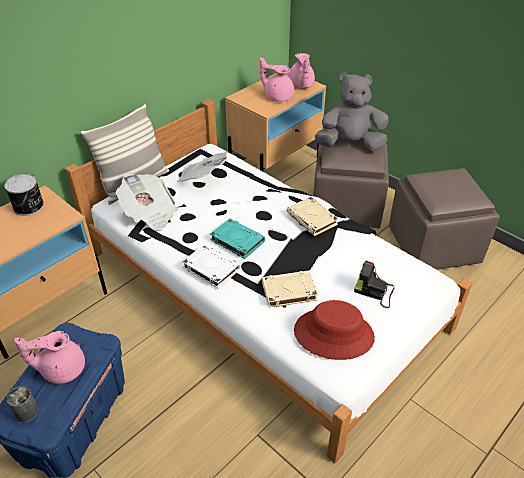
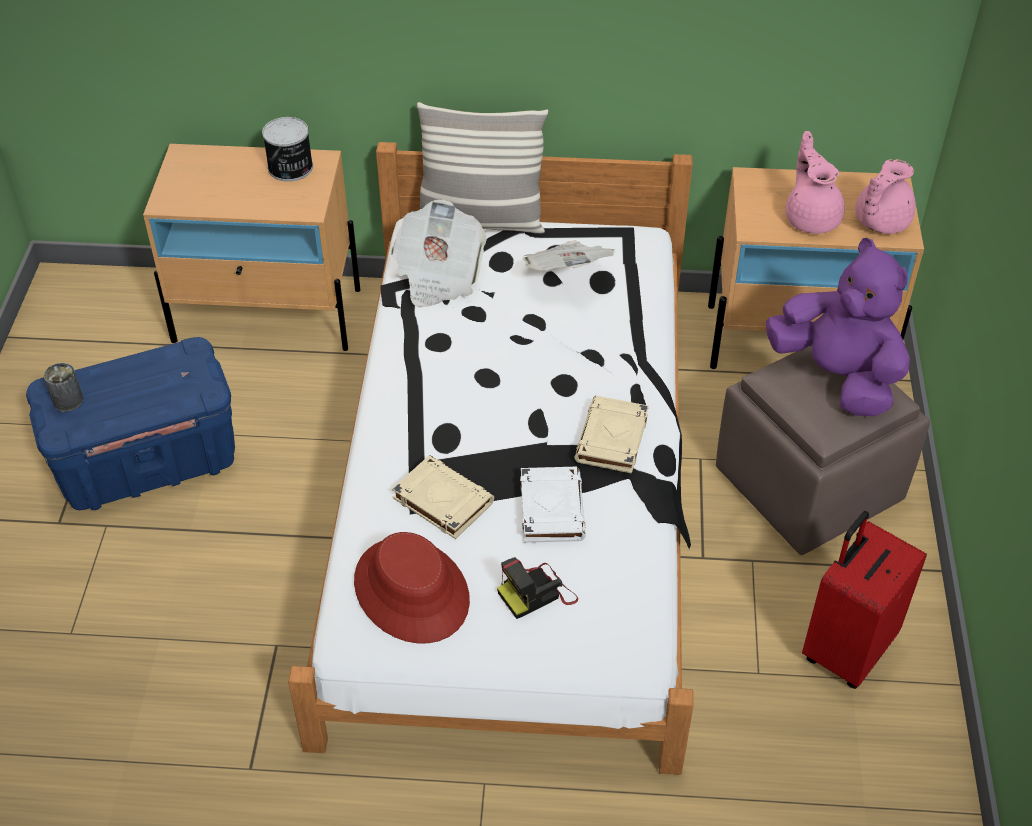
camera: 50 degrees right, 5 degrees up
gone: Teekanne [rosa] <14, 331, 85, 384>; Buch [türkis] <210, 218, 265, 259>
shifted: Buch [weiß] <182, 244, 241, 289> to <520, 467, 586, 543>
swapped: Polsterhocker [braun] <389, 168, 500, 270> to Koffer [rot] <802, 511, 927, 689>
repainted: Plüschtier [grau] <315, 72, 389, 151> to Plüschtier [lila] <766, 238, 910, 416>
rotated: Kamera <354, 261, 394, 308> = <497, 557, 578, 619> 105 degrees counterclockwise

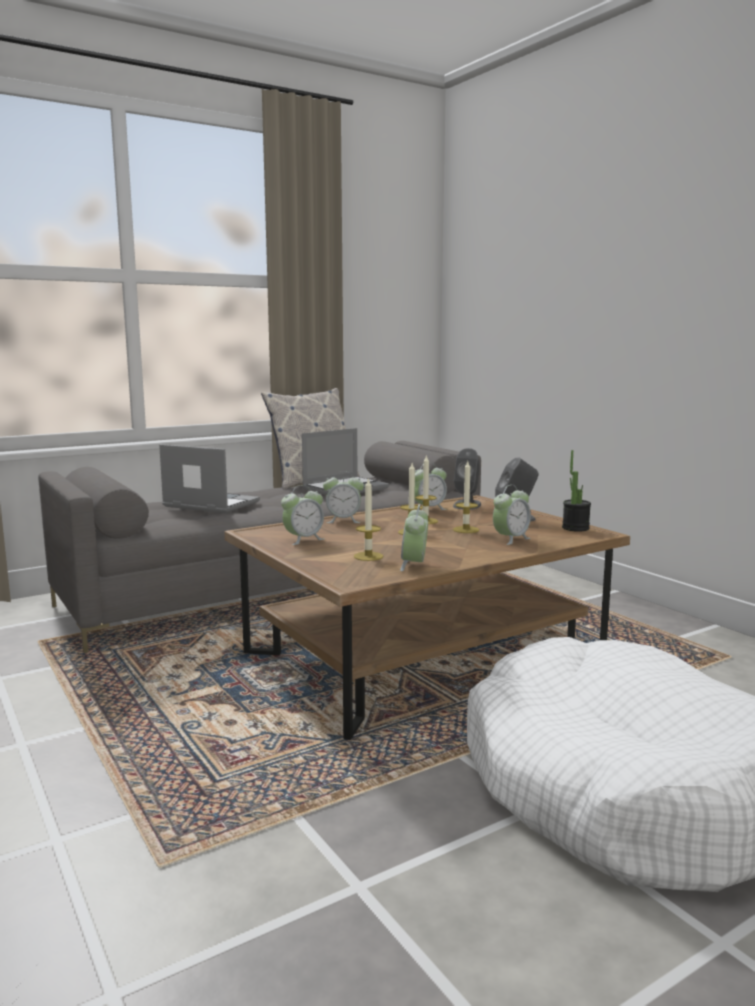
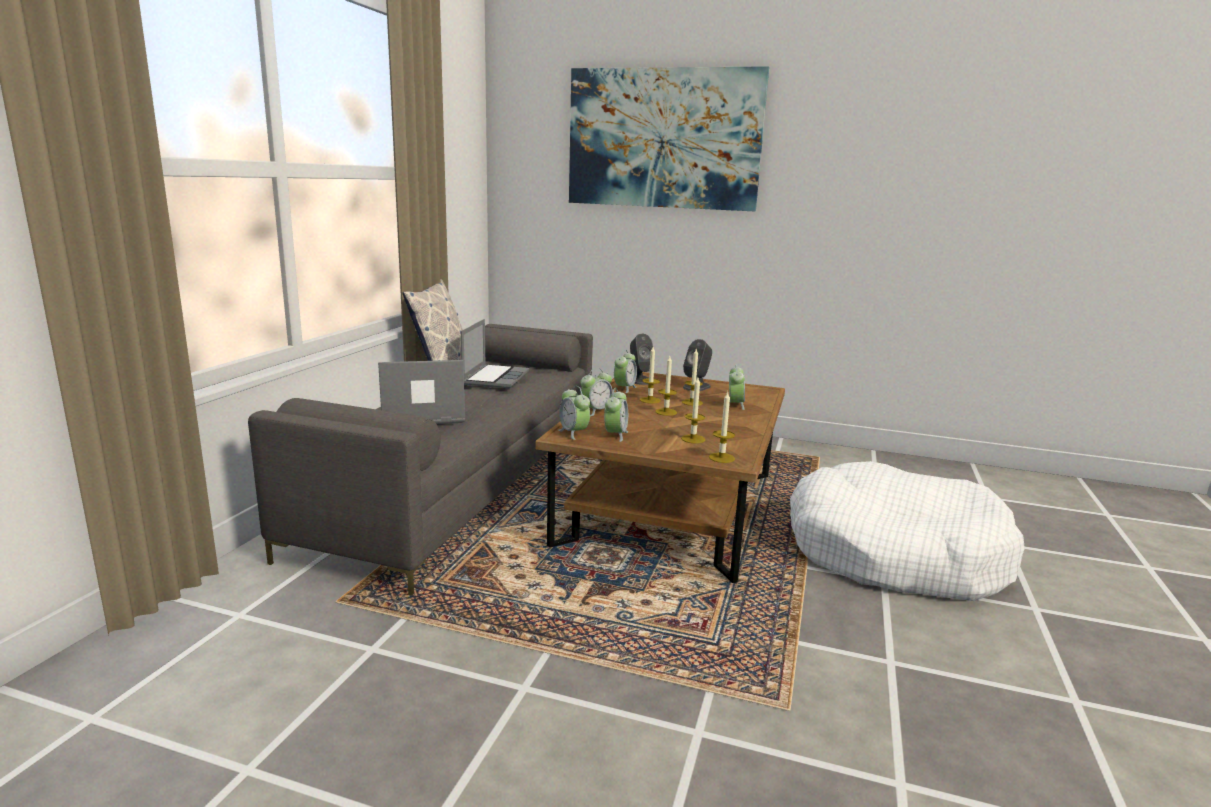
camera: 40 degrees left, 5 degrees up
gone: Topfpflanze <562, 450, 591, 532>
new: Bild <569, 66, 769, 211>; Kerze <709, 392, 735, 463>
shifted: Wecker <400, 504, 428, 571> to <558, 386, 590, 440>

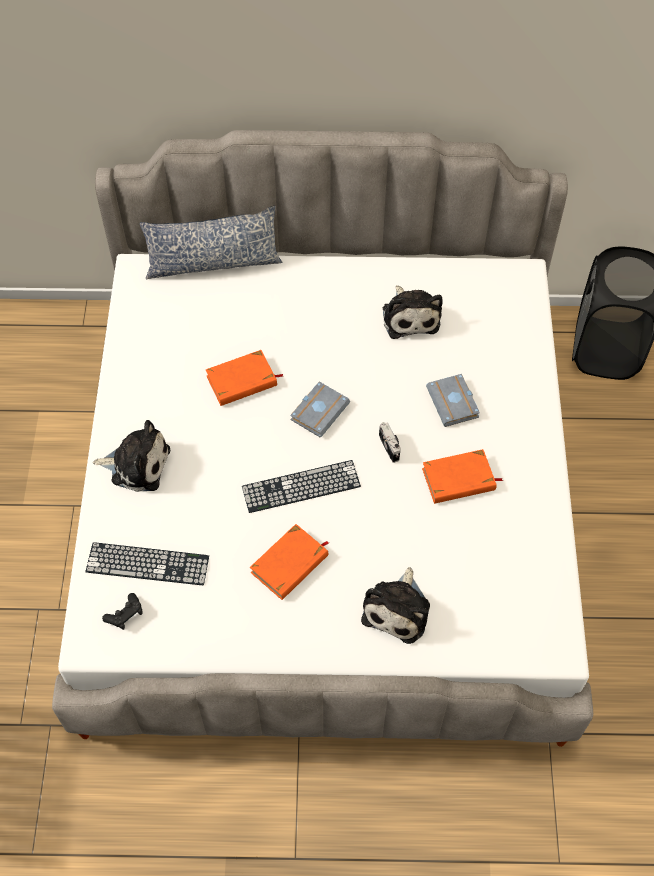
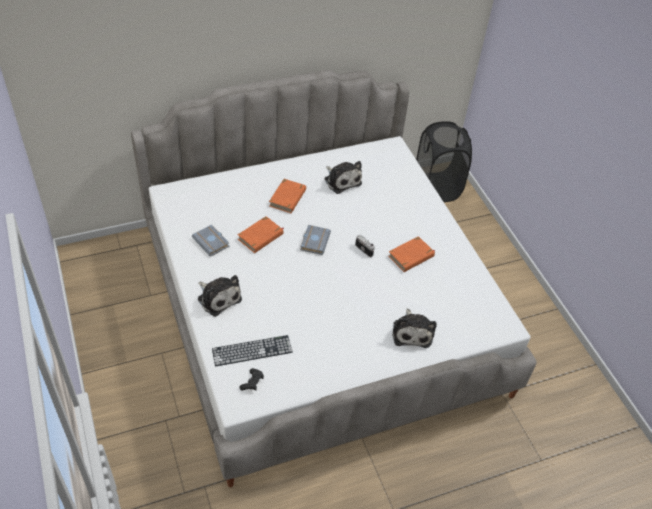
camera: 25 degrees left, 10 degrees down
gone: Kissen <140, 206, 282, 280>; Tastatur <242, 460, 361, 513>
shifted: Buch [grau] <426, 374, 480, 427> to <192, 225, 230, 257>; Buch [orange] <250, 524, 329, 600> to <269, 179, 306, 213>
rotated: Plüschtier <93, 420, 170, 492> = <198, 275, 242, 317> 60 degrees clockwise

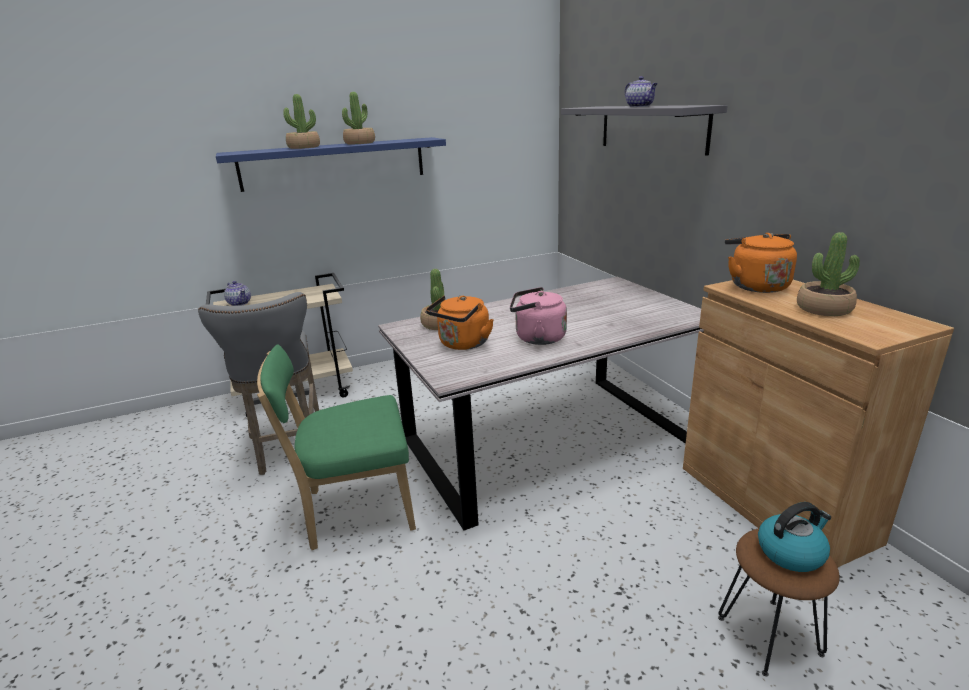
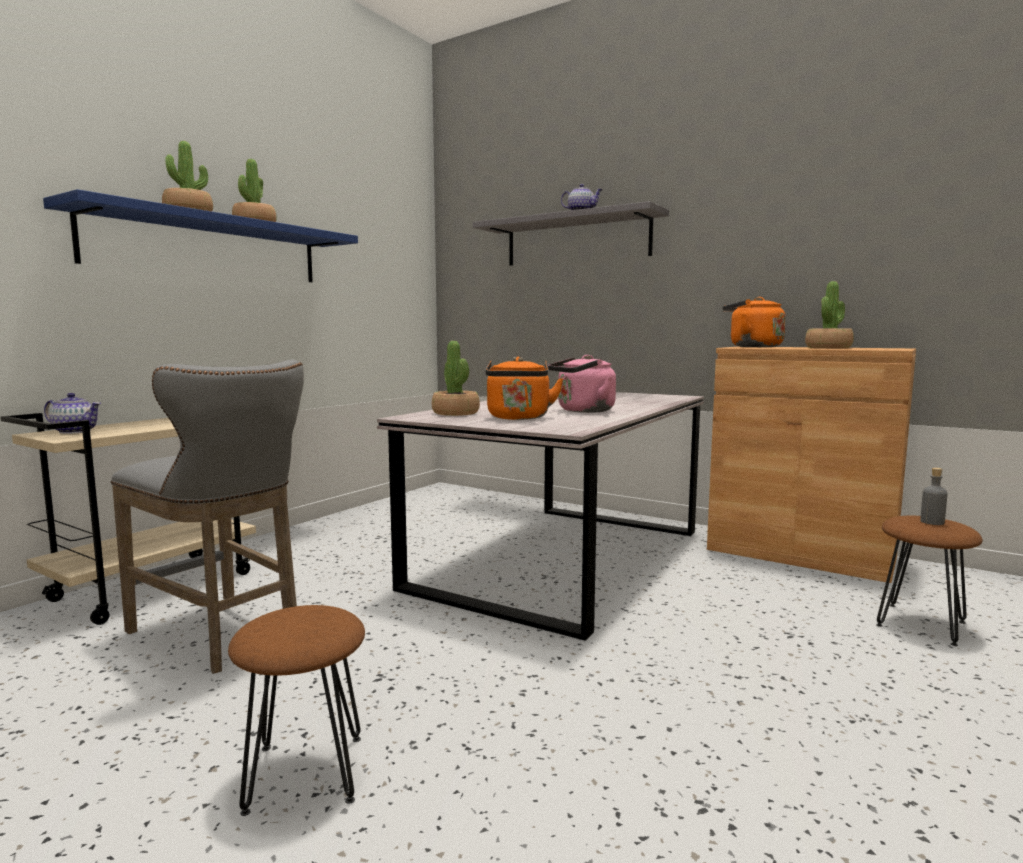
camera: 35 degrees left, 15 degrees down
gone: Stuhl [grün] <257, 344, 416, 550>
new: Hocker [braun] <228, 605, 365, 816>
swapped: Wasserkessel <758, 502, 831, 572> to Flasche [grau] <920, 468, 947, 525>

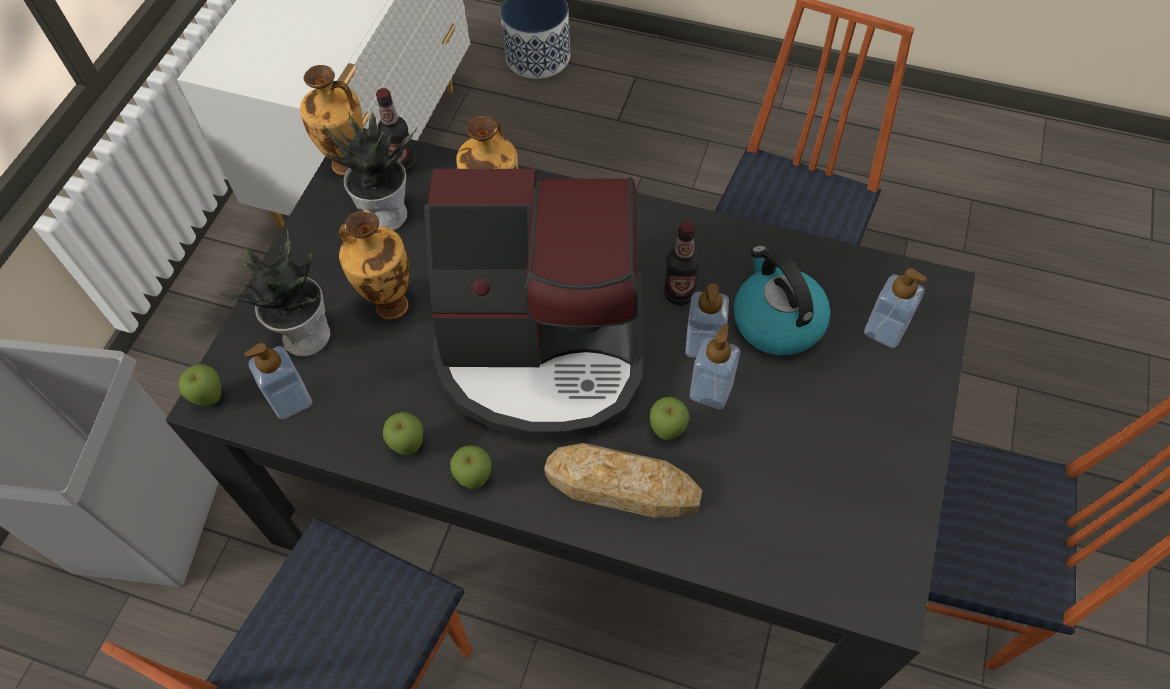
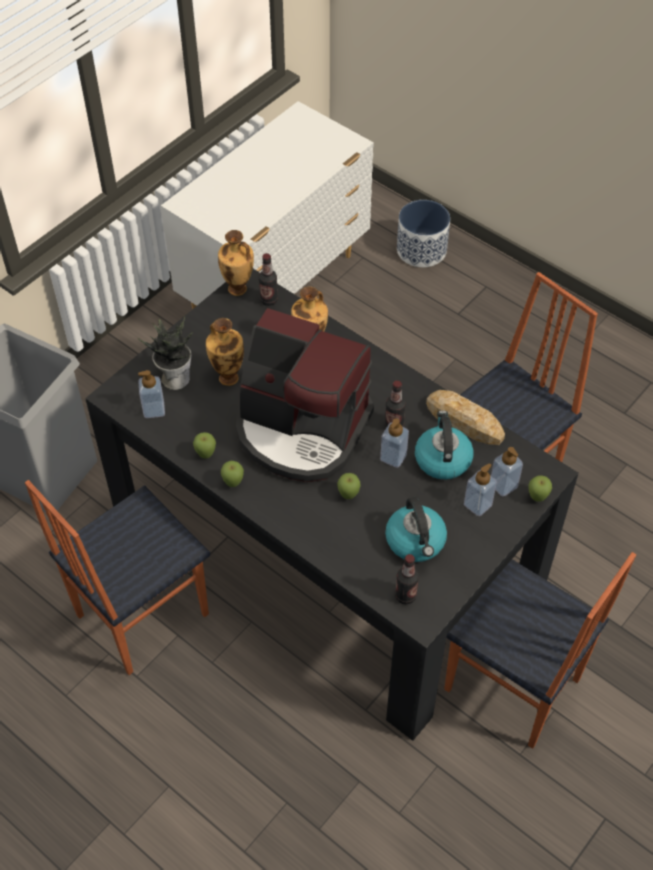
camera: 20 degrees right, 5 degrees down
gone: Topfpflanze <323, 112, 417, 230>
new: Wasserkessel <385, 497, 447, 562>; Flasche <395, 554, 419, 604>
shifted: Brot <544, 443, 702, 518> to <426, 390, 505, 445>; Seifenspender <690, 325, 740, 409> to <464, 463, 497, 516>; Apfel <179, 364, 221, 406> to <529, 475, 552, 502>

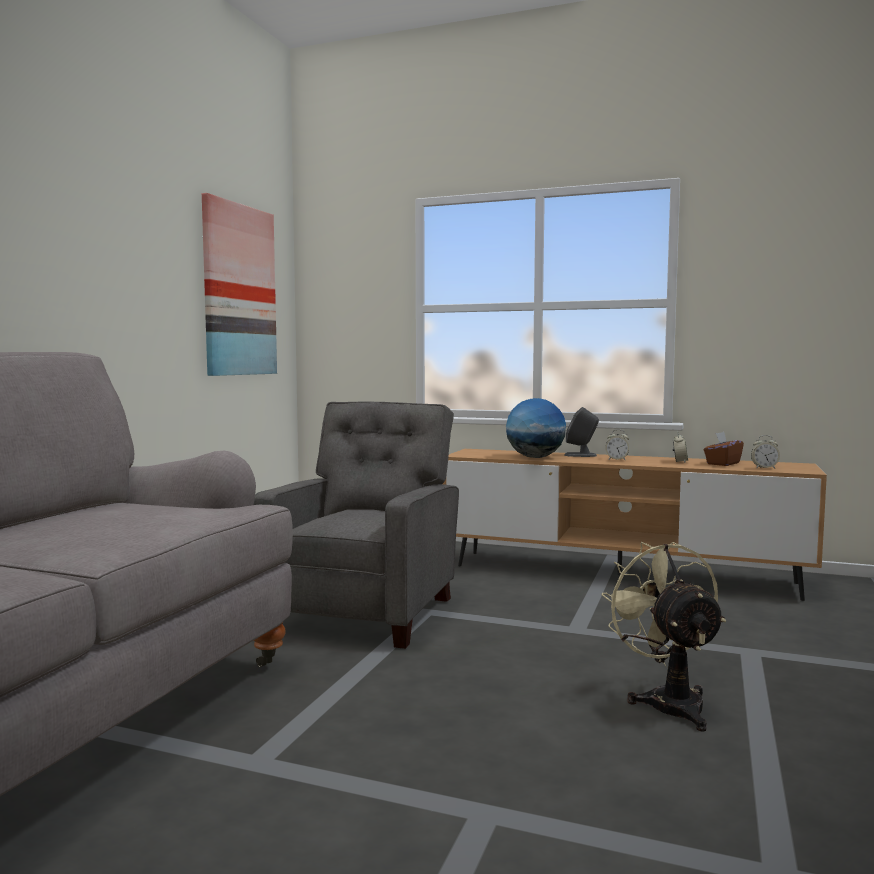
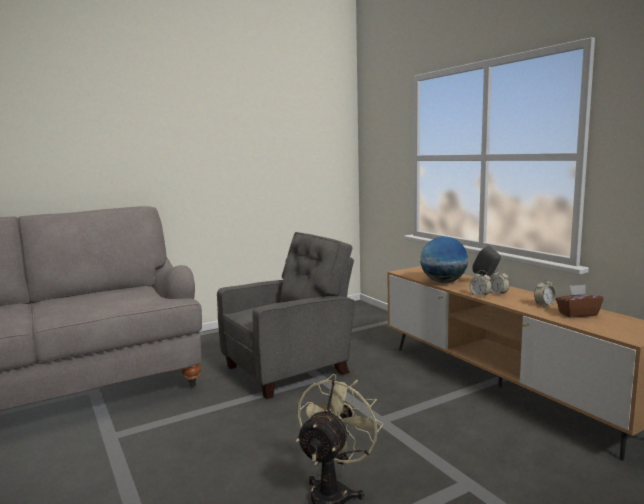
camera: 40 degrees right, 5 degrees up
gone: Bild <202, 193, 277, 376>
shifted: Wecker <751, 435, 780, 469> to <469, 270, 492, 297>

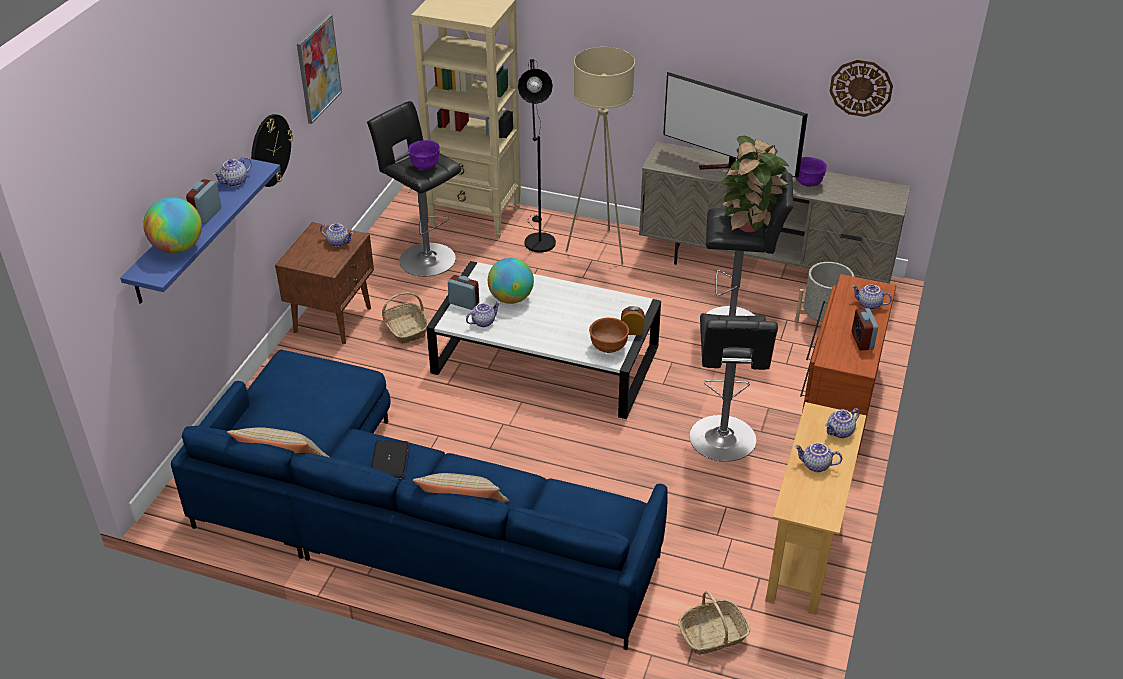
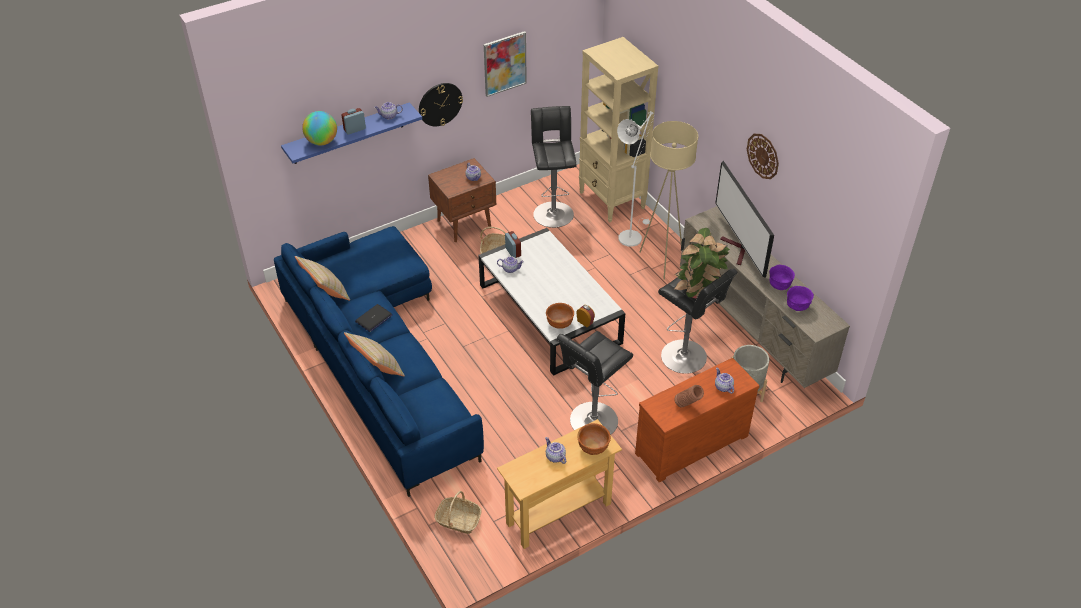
camera: 40 degrees right, 5 degrees up
gone: Globus <488, 258, 534, 304>
shifted: Wanduhr <830, 60, 893, 117> to <747, 134, 779, 179>; Schüssel [lila] <408, 140, 440, 169> to <787, 286, 814, 311>
swapped: Teekanne <825, 408, 860, 438> to Schüssel [braun] <577, 423, 611, 455>; Wecker <852, 308, 878, 350> to Vase [braun] <675, 385, 704, 408>
repainted: Stehlampe [schwarz] <518, 59, 556, 253> to Stehlampe [weiß] <617, 111, 654, 247>

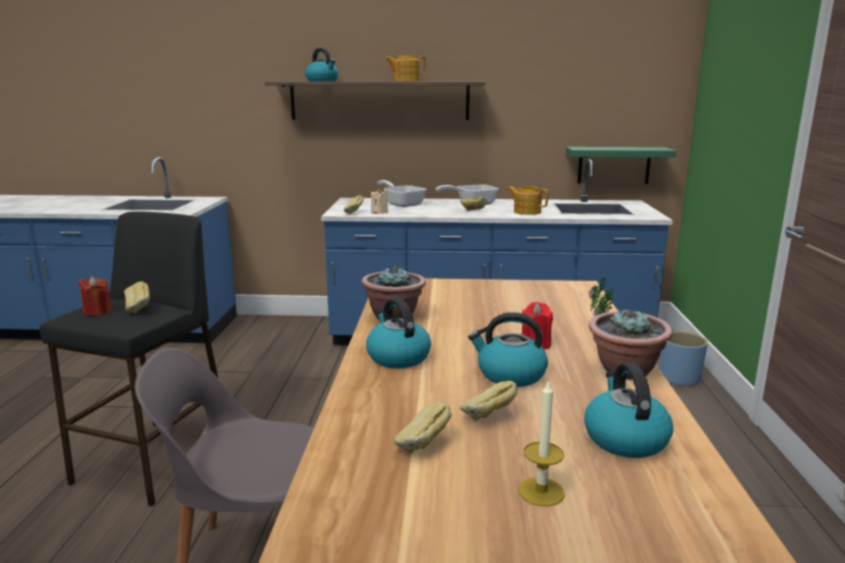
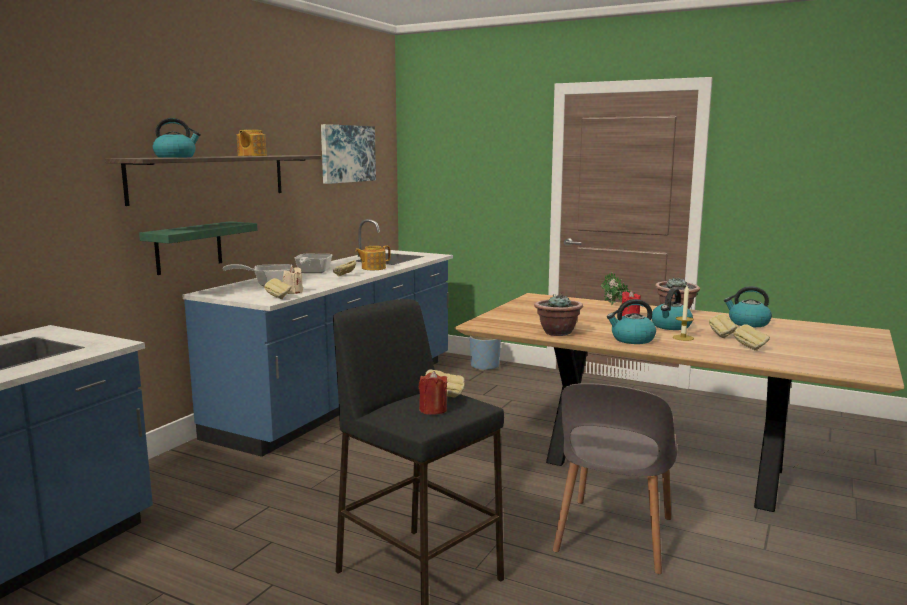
camera: 65 degrees left, 5 degrees down
new: Bild <321, 124, 376, 184>
shifted: Wandregal [grün] <566, 147, 677, 184> to <139, 221, 257, 275>; Kerze <518, 380, 565, 507> to <673, 285, 694, 341>

